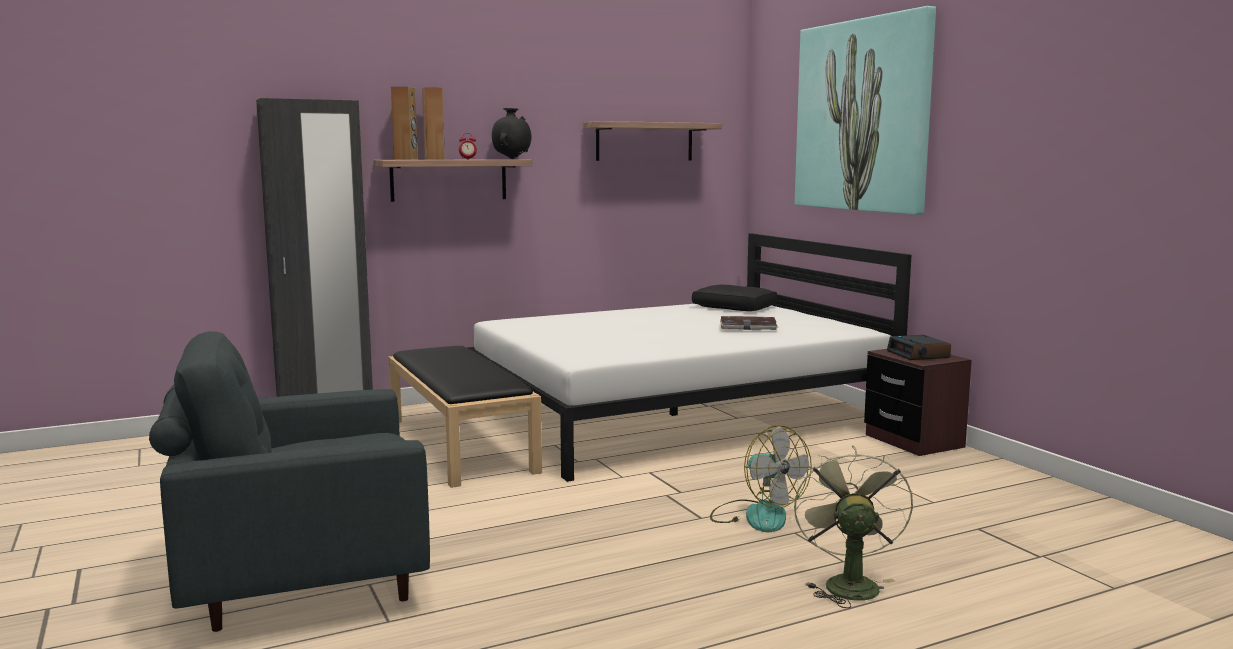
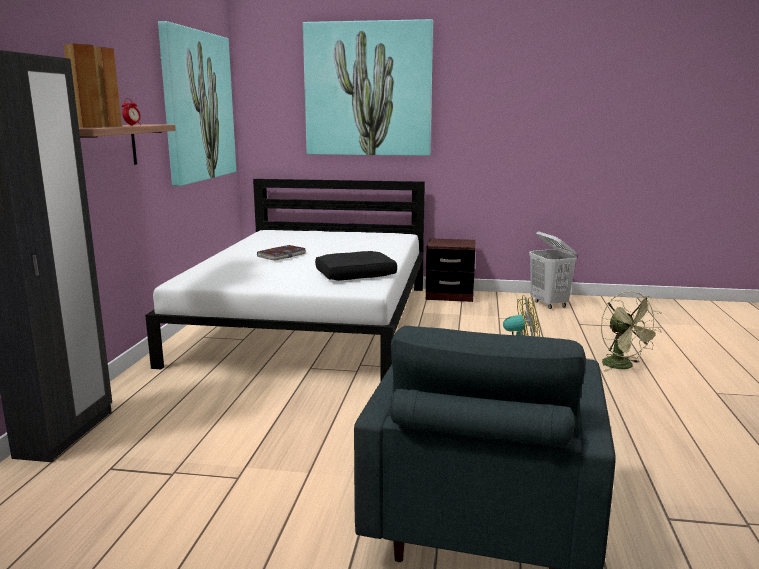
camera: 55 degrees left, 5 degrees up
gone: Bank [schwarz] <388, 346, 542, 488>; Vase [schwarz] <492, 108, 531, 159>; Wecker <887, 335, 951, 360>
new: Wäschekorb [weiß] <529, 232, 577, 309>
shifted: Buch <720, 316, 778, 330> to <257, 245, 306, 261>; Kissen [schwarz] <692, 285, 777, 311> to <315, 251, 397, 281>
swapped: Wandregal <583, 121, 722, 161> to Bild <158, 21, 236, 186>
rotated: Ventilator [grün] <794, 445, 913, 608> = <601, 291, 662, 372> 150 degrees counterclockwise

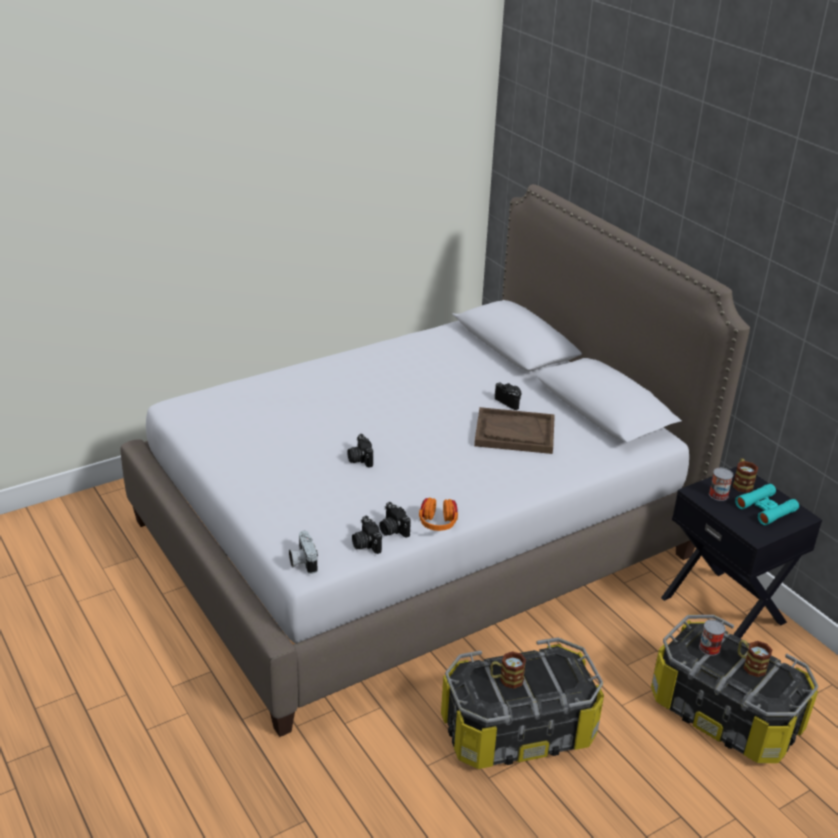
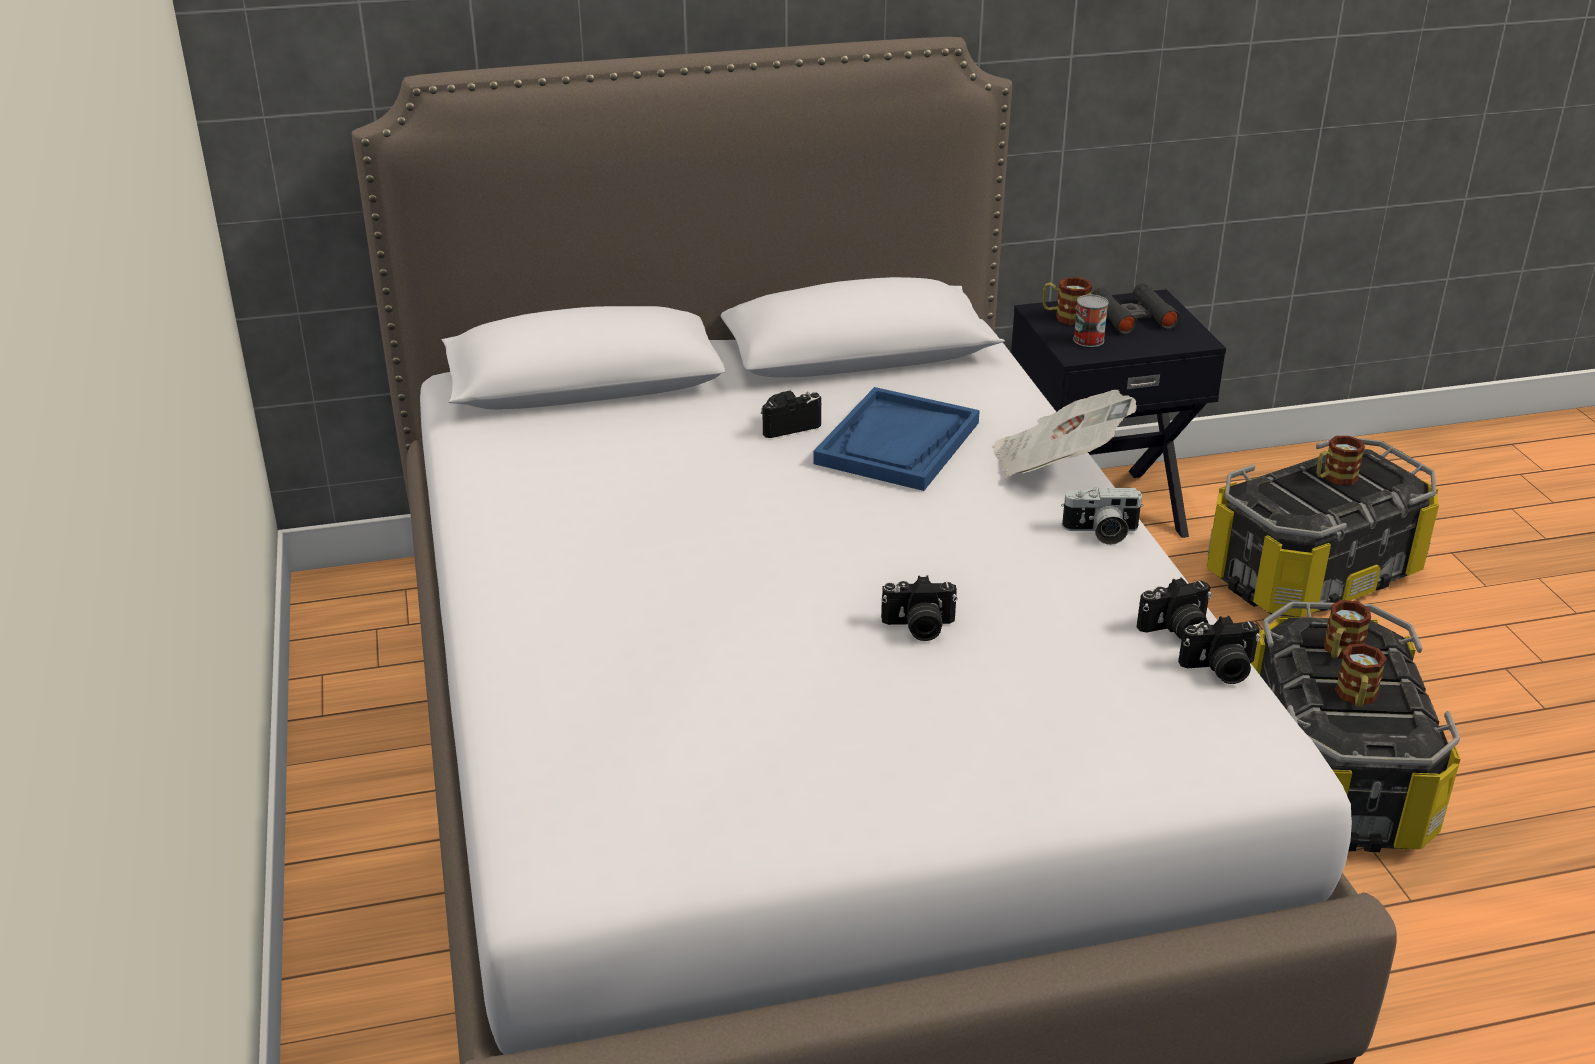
camera: 70 degrees left, 0 degrees up
gone: Kopfhörer [orange] <419, 498, 458, 531>; Dose <699, 620, 725, 656>
new: Zeitung <993, 390, 1137, 477>; Henkelbecher <1324, 600, 1371, 658>
shifted: Kamera <289, 531, 318, 574> to <1061, 487, 1144, 545>
repainted: Tablett [braun] <474, 407, 555, 454> to Tablett [blau] <813, 387, 980, 491>; Fernglas [türkis] <735, 484, 799, 525> to Fernglas [schwarz] <1092, 283, 1180, 335>

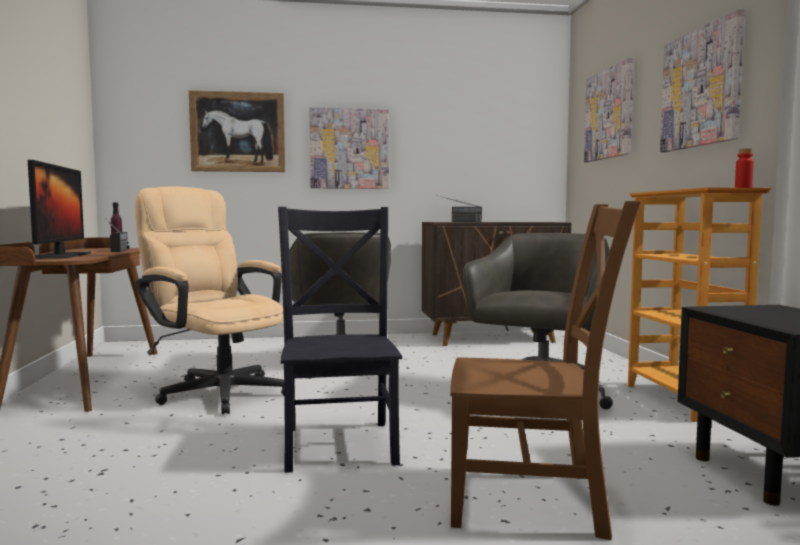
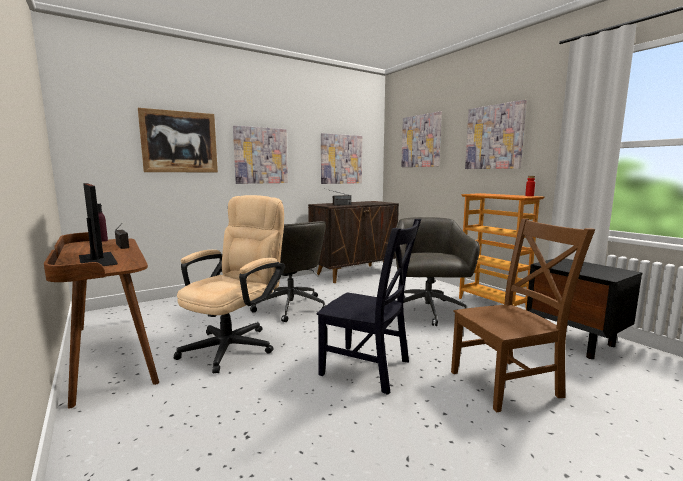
camera: 25 degrees left, 5 degrees up
new: Bild <321, 133, 362, 184>
rotated: Bürostuhl [beige] <135, 187, 284, 414> = <174, 195, 285, 374> 105 degrees clockwise; Stuhl [schwarz] <278, 207, 402, 473> = <317, 219, 421, 395> 150 degrees clockwise

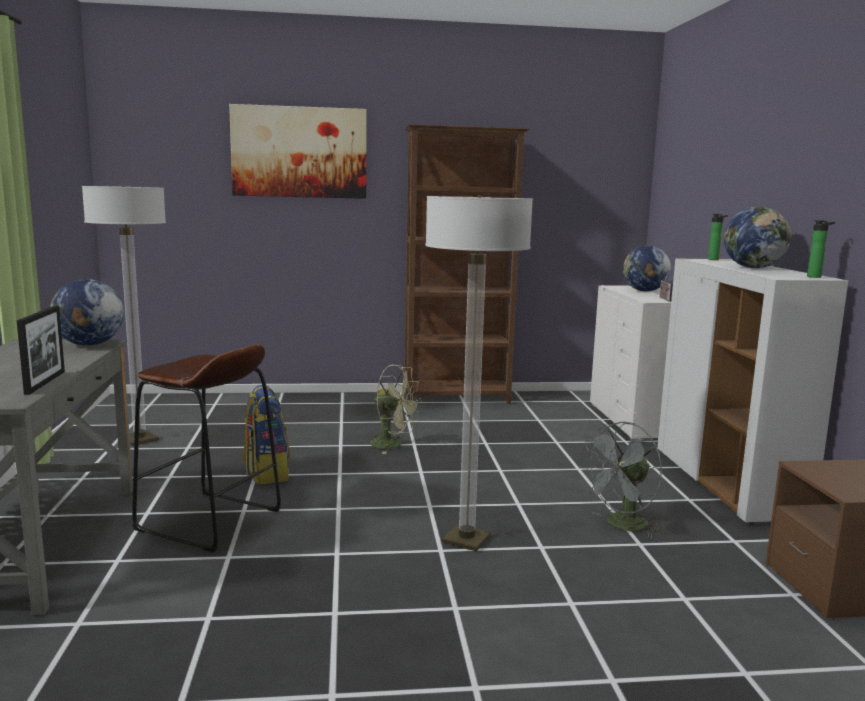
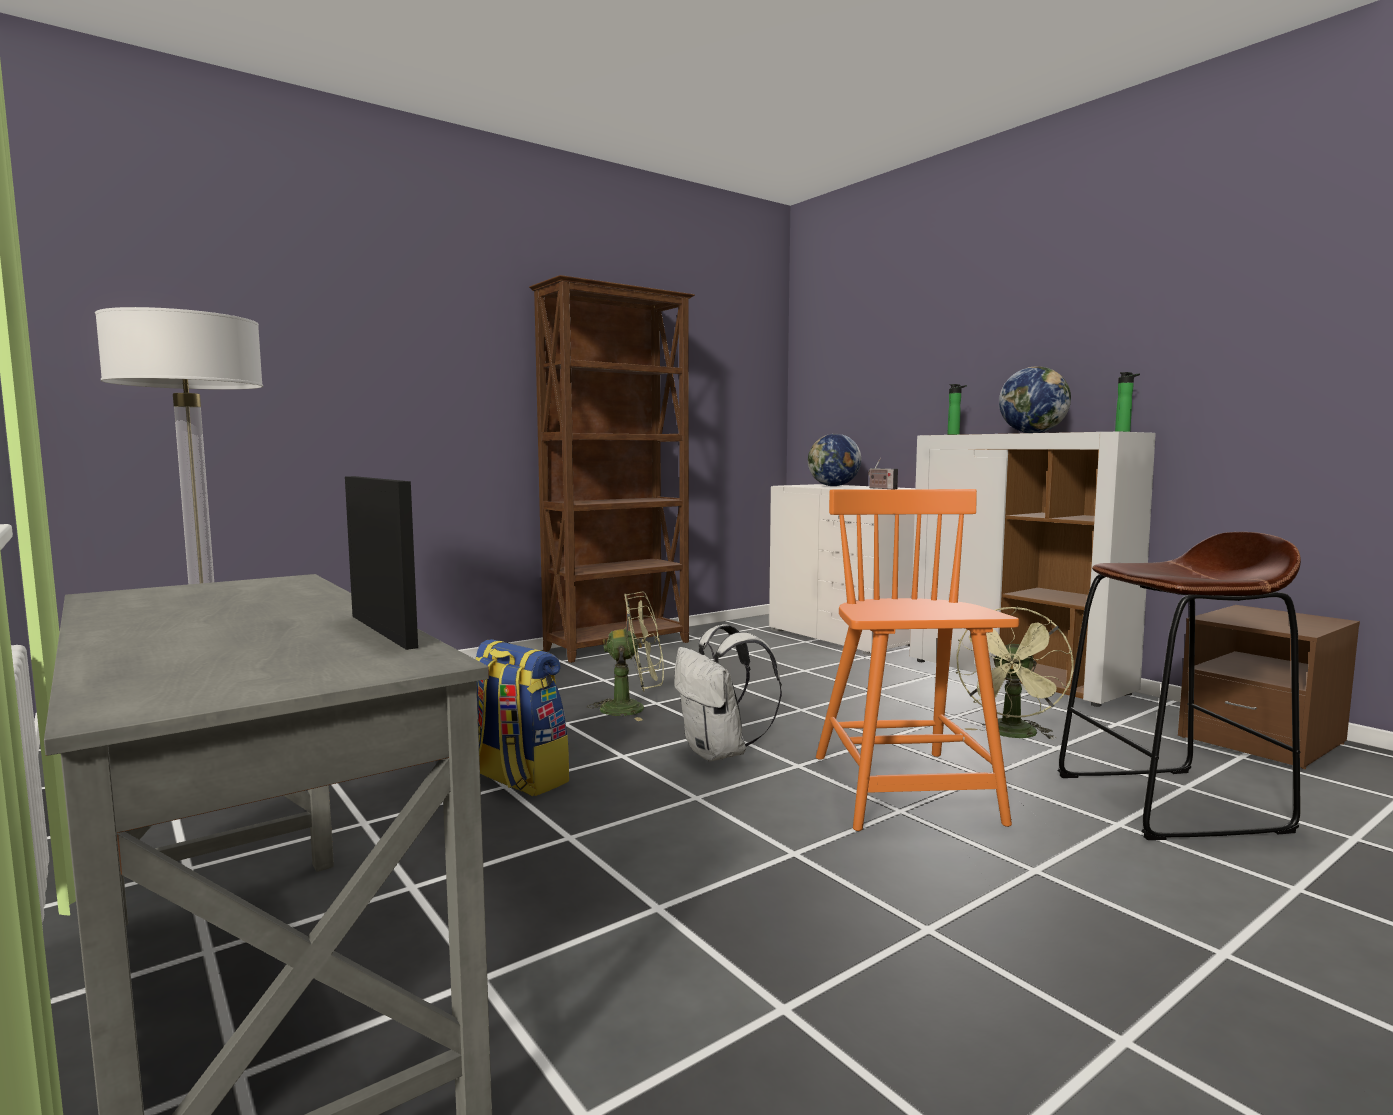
camera: 30 degrees left, 5 degrees down
gone: Globus <50, 279, 124, 346>; Bild <229, 104, 367, 199>
new: Rucksack [weiß] <674, 624, 782, 762>
shifted: Hocker [braun] <132, 344, 281, 552> to <1058, 532, 1301, 840>
swapped: Stehlampe <425, 195, 533, 551> to Stuhl [orange] <816, 489, 1019, 831>
repainted: Ventilator [grau] <580, 422, 662, 538> to Ventilator [grün] <956, 607, 1074, 740>

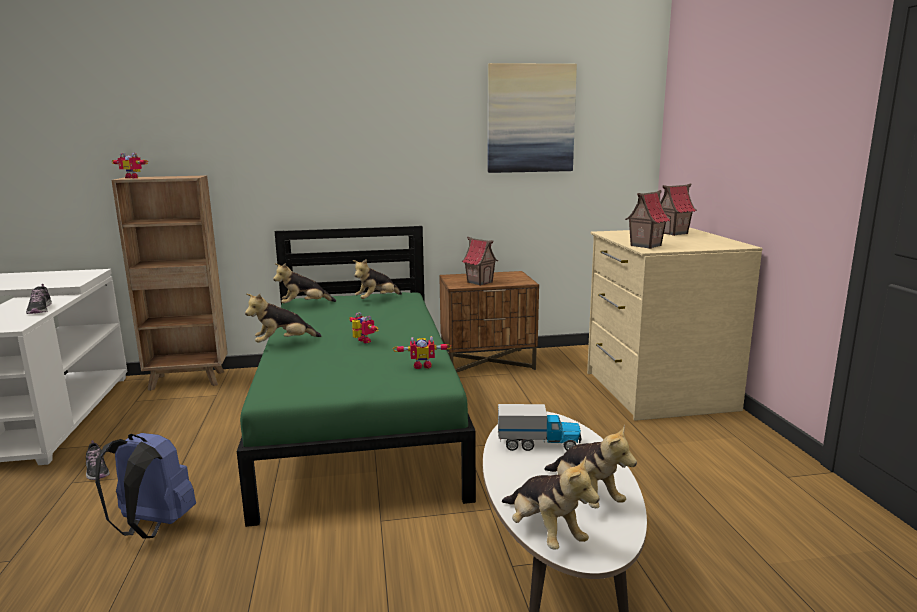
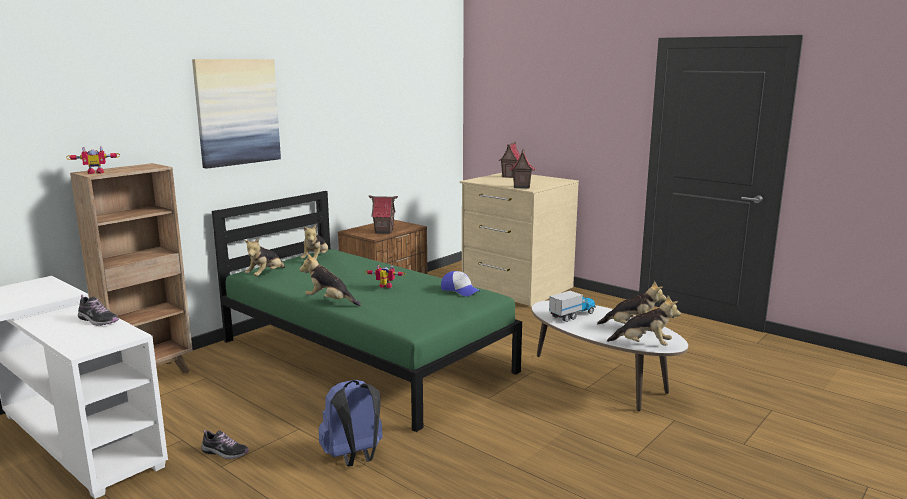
camera: 40 degrees left, 0 degrees up
shifted: Bild <488, 63, 577, 173> to <192, 59, 281, 169>
swapped: Spielzeugroboter <393, 336, 451, 369> to Kappe <441, 271, 481, 296>
rotated: Plüschtier <245, 293, 322, 343> = <299, 254, 361, 306> 90 degrees clockwise

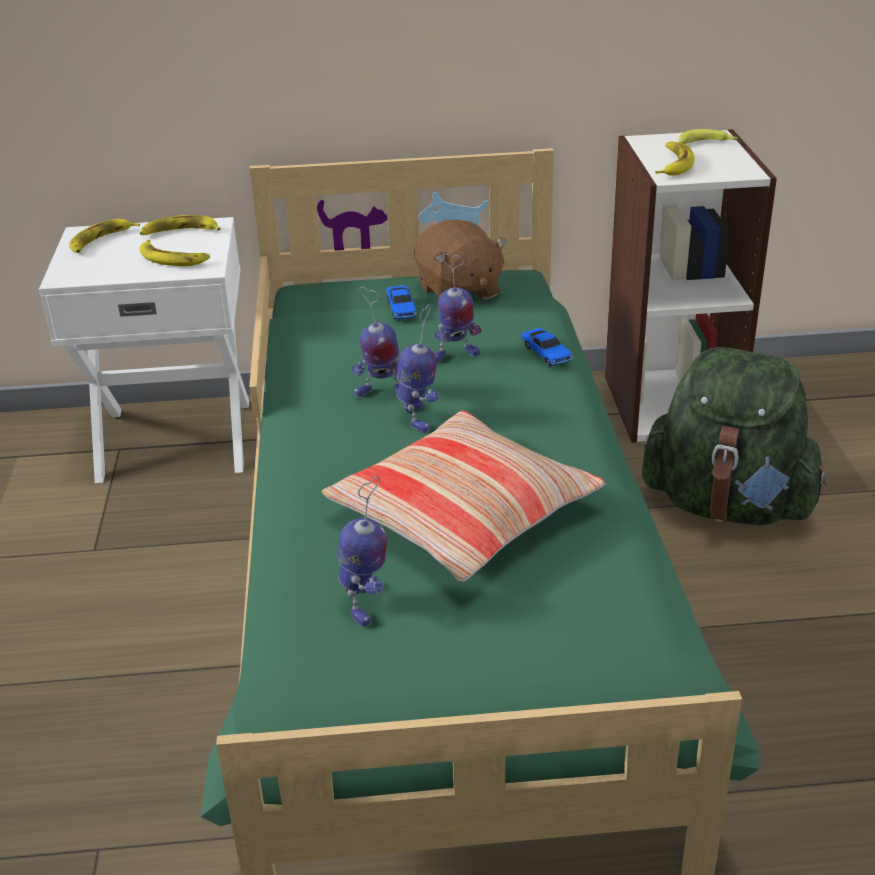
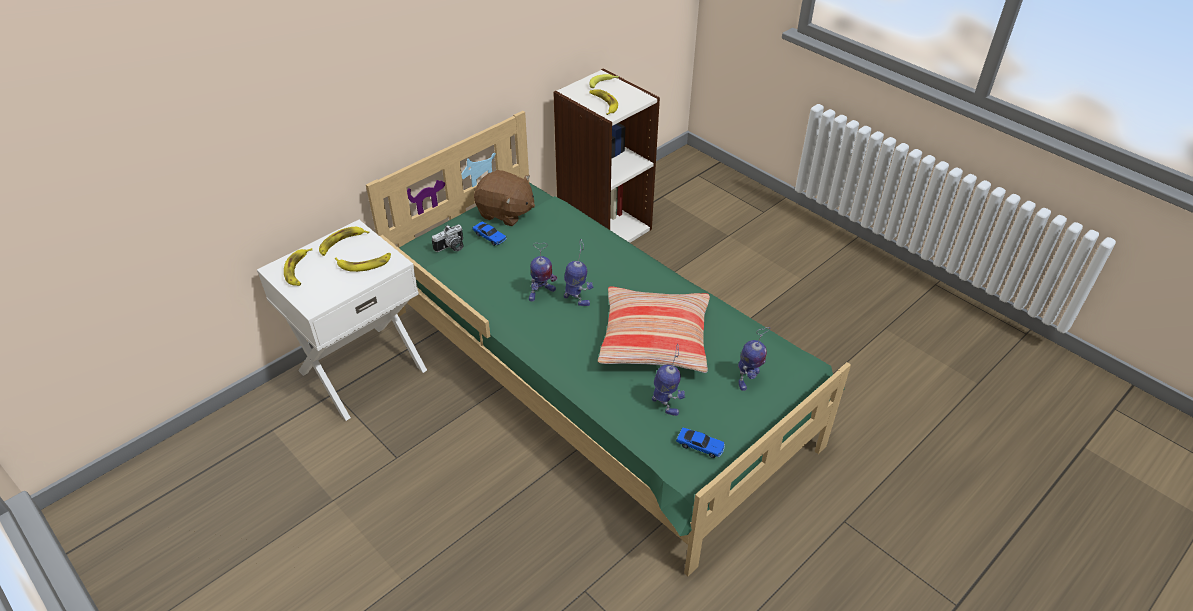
camera: 40 degrees left, 10 degrees up
gone: Rucksack [grün] <642, 347, 828, 525>
new: Kamera <432, 225, 463, 252>
shifted: Spielzeugauto <521, 328, 573, 366> to <676, 428, 725, 458>; Spielzeugroboter <434, 254, 481, 363> to <738, 327, 770, 391>

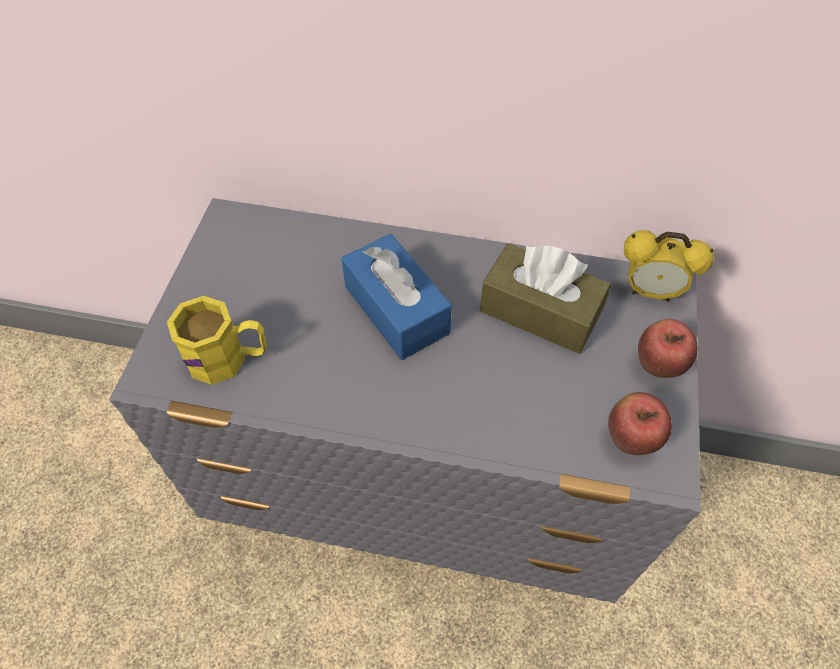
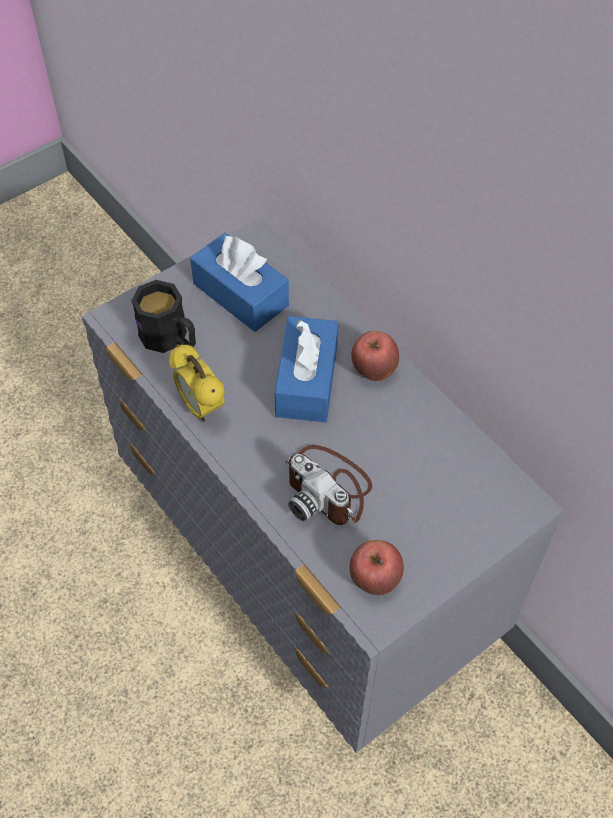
camera: 40 degrees right, 0 degrees up
gone: Taschentuchbox [braun] <480, 243, 611, 354>
new: Taschentuchbox [blau] <190, 233, 289, 332>; Kamera <285, 445, 372, 525>
shifted: Wecker <624, 230, 714, 301> to <169, 344, 225, 422>; Apfel <638, 319, 698, 378> to <351, 331, 399, 381>
repainted: Henkelbecher [gelb] <167, 296, 267, 385> to Henkelbecher [schwarz] <131, 280, 196, 353>

